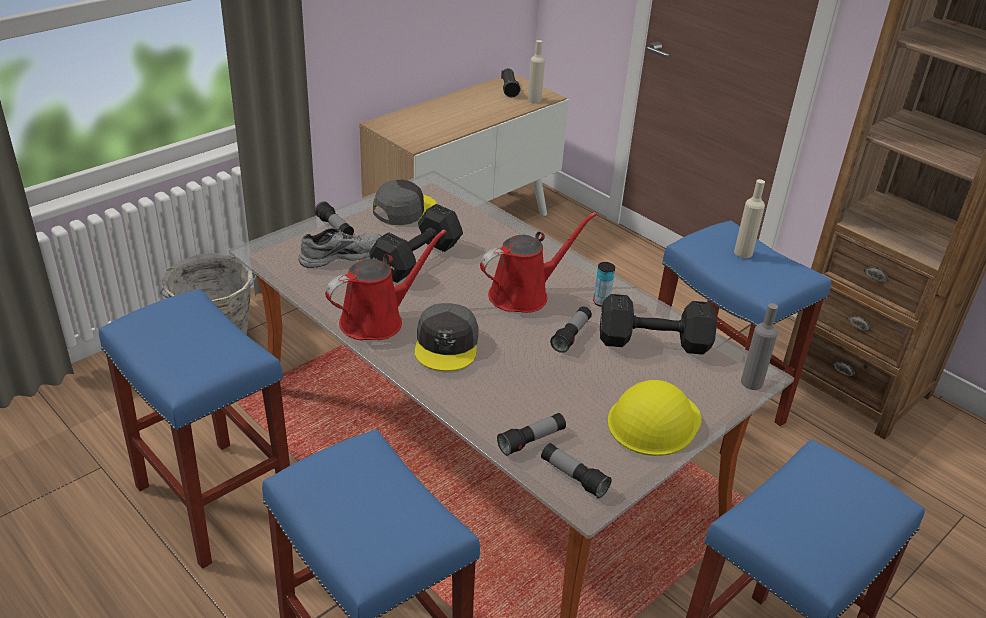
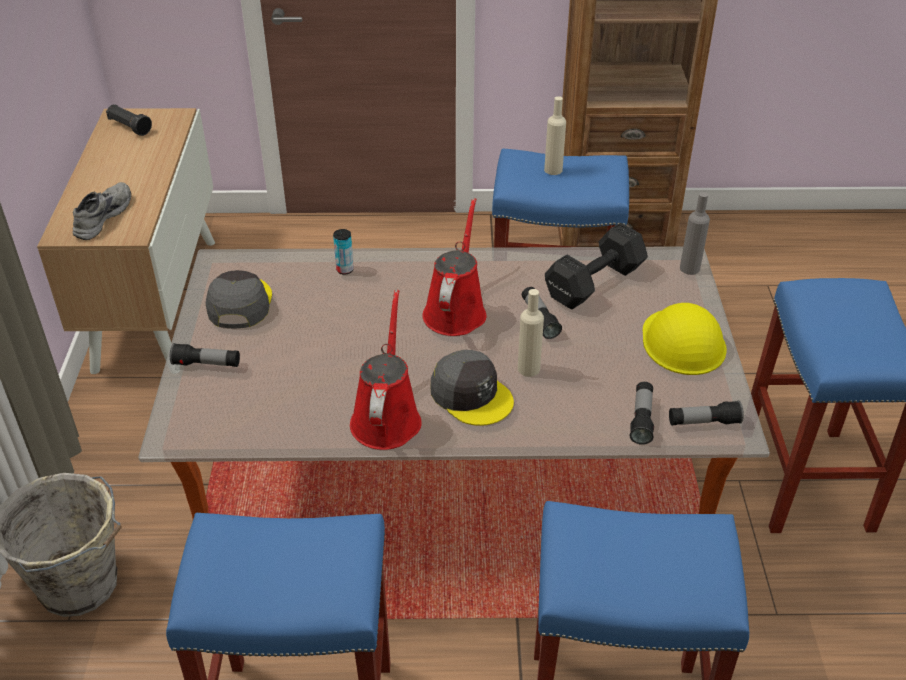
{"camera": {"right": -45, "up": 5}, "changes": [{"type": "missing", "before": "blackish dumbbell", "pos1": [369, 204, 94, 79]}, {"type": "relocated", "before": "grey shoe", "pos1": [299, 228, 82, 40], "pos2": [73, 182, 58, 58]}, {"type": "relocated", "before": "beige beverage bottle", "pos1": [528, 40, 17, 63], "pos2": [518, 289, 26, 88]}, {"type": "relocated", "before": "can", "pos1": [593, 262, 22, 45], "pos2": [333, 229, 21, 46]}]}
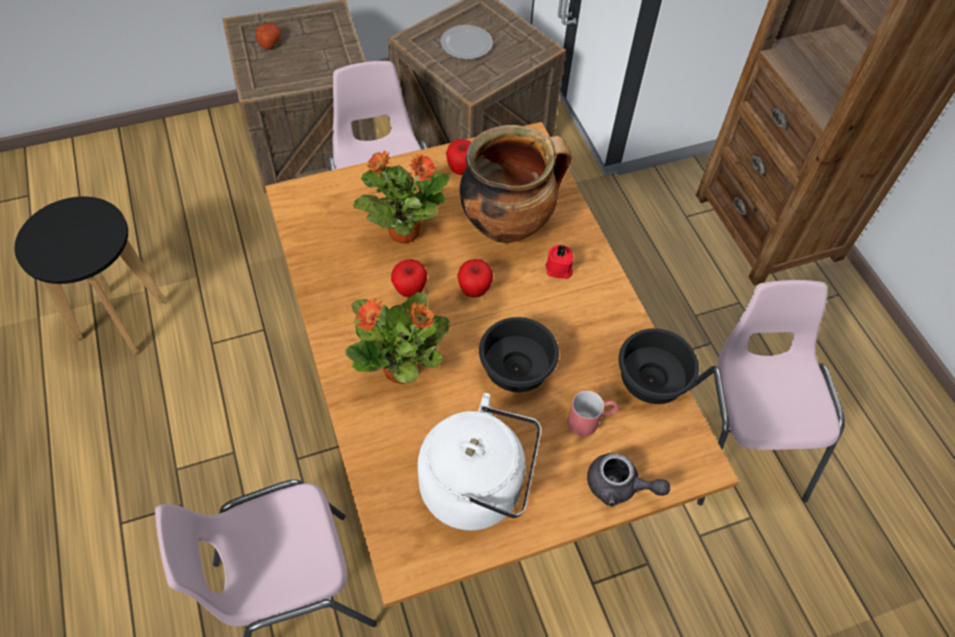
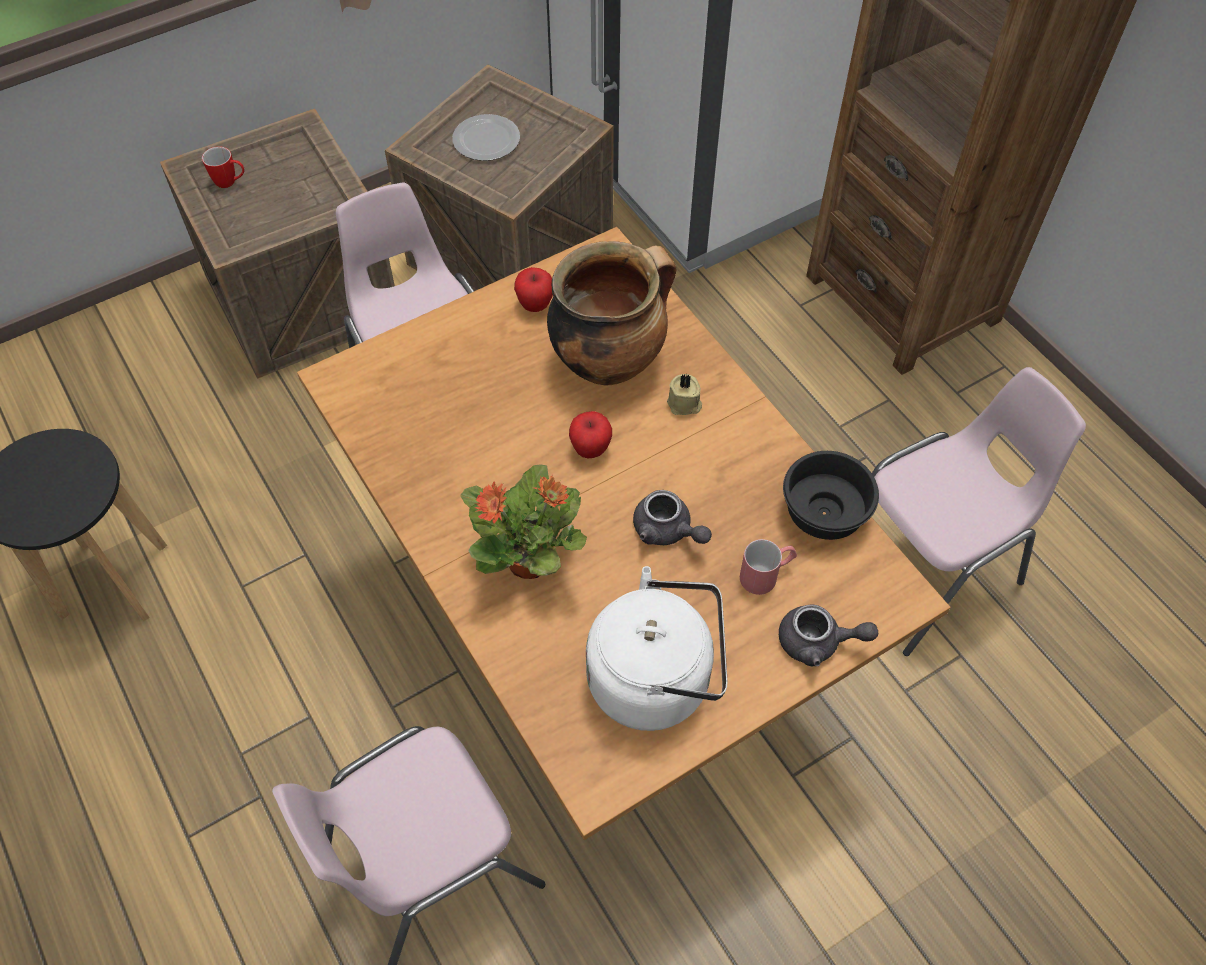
{"camera": {"right": -10, "up": 0}, "changes": [{"type": "missing", "before": "plant in a pot", "pos1": [353, 151, 96, 93]}, {"type": "missing", "before": "apple", "pos1": [391, 259, 36, 39]}, {"type": "exchanged", "before": "potato", "after": "mug", "pos1": [256, 23, 25, 26], "pos2": [202, 146, 43, 42]}, {"type": "exchanged", "before": "blackish bowl", "after": "grey tea pot", "pos1": [479, 317, 80, 75], "pos2": [633, 490, 79, 55]}, {"type": "colour", "before": "red wax light", "after": "beige wax light", "pos1": [545, 245, 28, 34], "pos2": [667, 374, 35, 41]}, {"type": "spun", "before": "pink chair", "pos1": [689, 280, 156, 225], "pos2": [872, 367, 214, 289], "turn": 75}]}
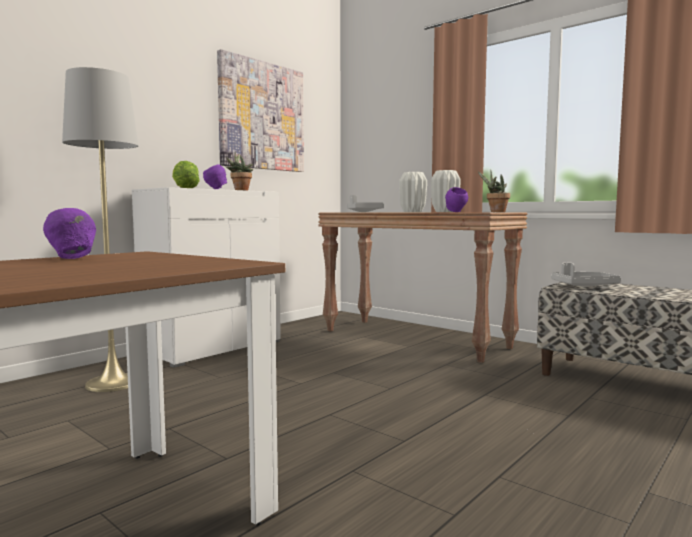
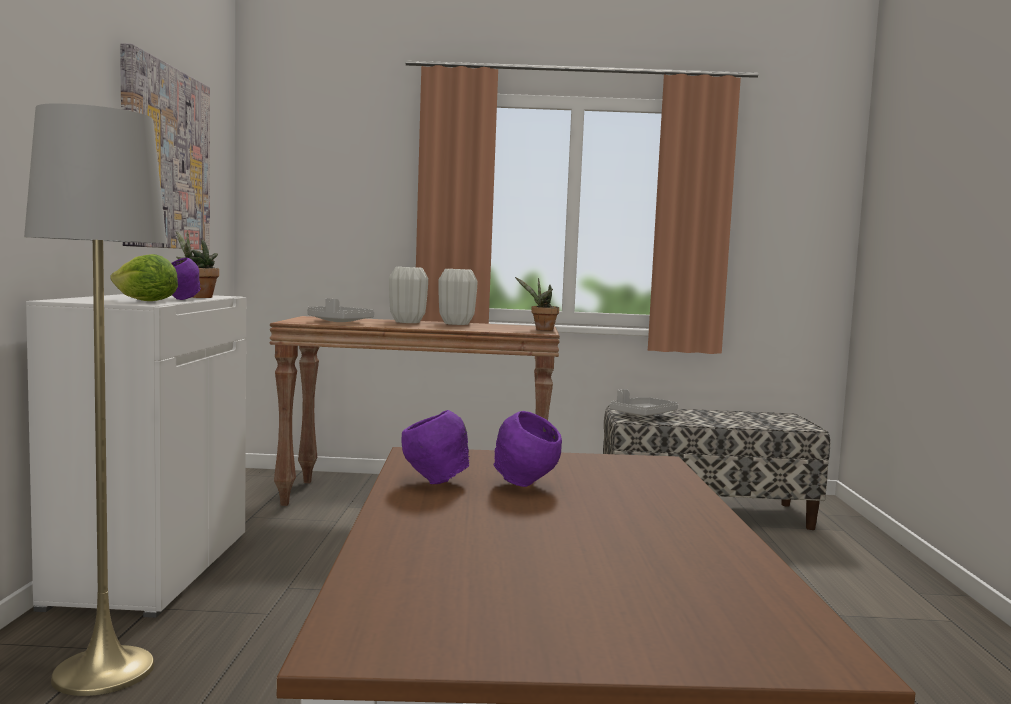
{"camera": {"right": -40, "up": 0}, "changes": [{"type": "relocated", "before": "purple-coloured bowl", "pos1": [445, 187, 23, 25], "pos2": [494, 411, 68, 76]}]}
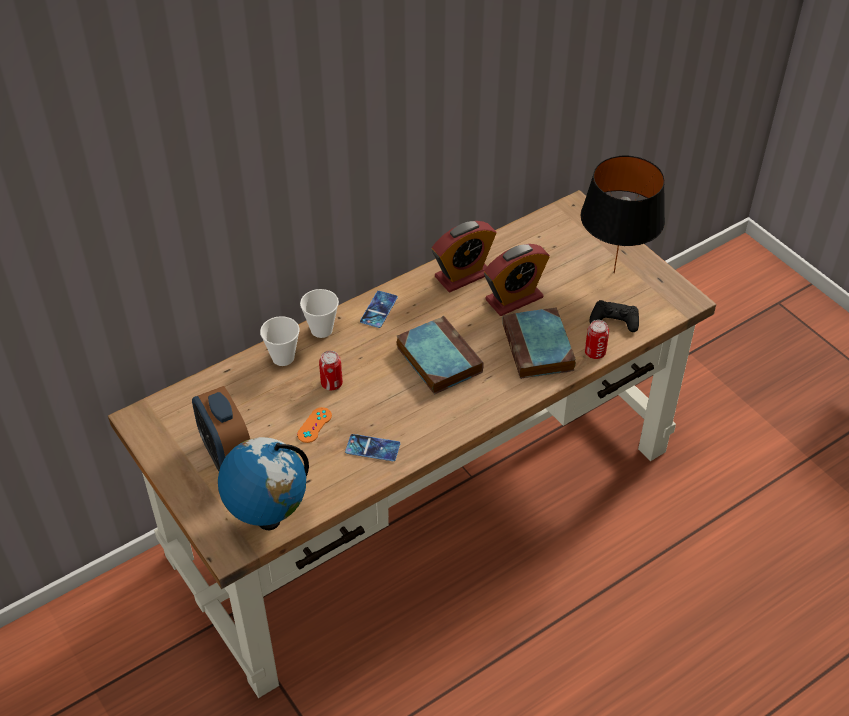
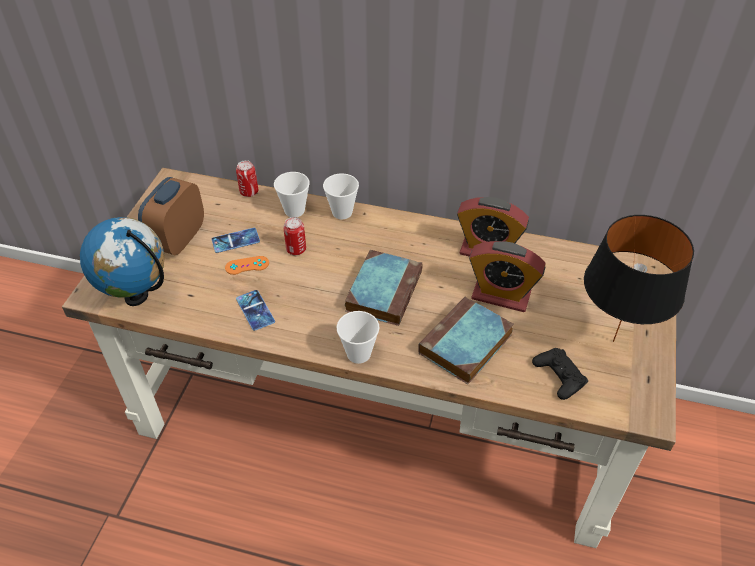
{"camera": {"right": 50, "up": 0}, "changes": [{"type": "appeared", "after": "drinking cup", "pos2": [337, 311, 42, 53]}, {"type": "relocated", "before": "telephone", "pos1": [360, 291, 38, 37], "pos2": [212, 228, 48, 25]}, {"type": "relocated", "before": "can", "pos1": [585, 320, 24, 39], "pos2": [236, 160, 22, 37]}]}
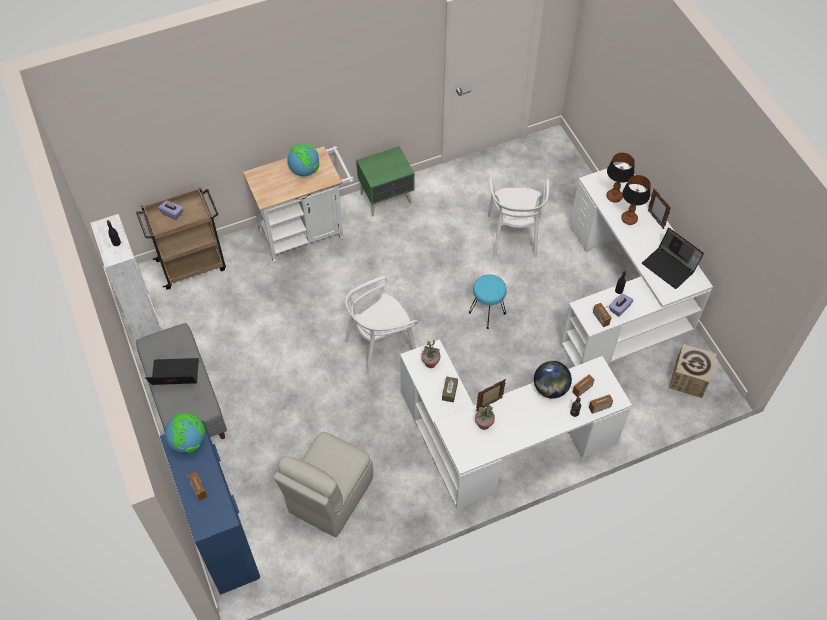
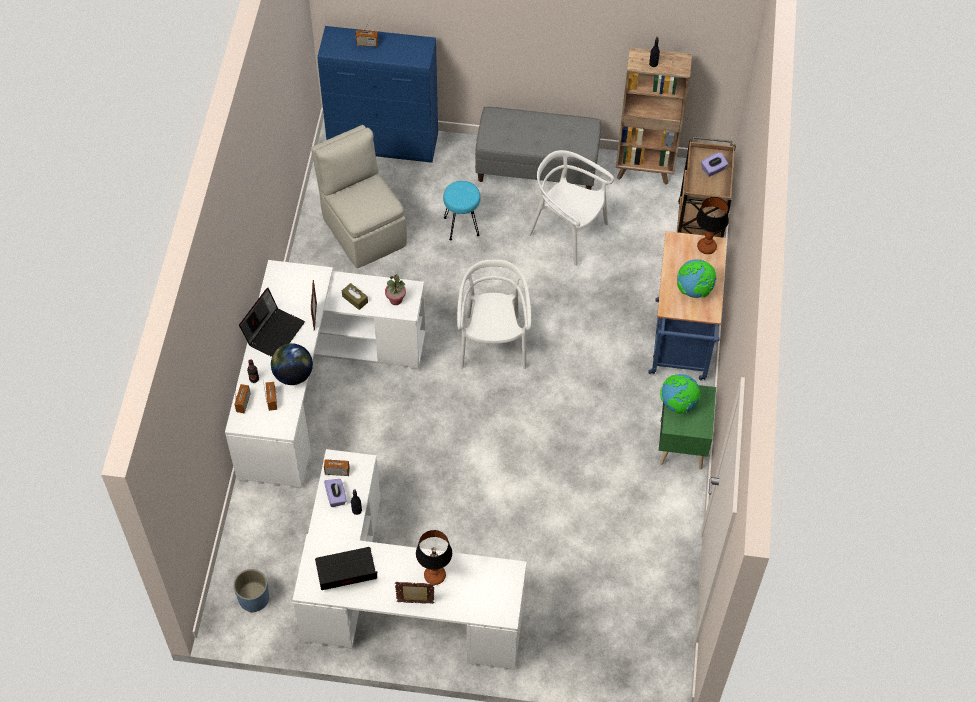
{"camera": {"right": 120, "up": 0}, "changes": [{"type": "missing", "before": "plant in a pot", "pos1": [475, 404, 20, 26]}, {"type": "relocated", "before": "notebook computer", "pos1": [145, 358, 54, 27], "pos2": [239, 288, 66, 69]}, {"type": "relocated", "before": "world globe", "pos1": [165, 413, 40, 40], "pos2": [660, 374, 41, 40]}, {"type": "relocated", "before": "blue-green sitting stool", "pos1": [469, 275, 38, 54], "pos2": [443, 181, 37, 59]}, {"type": "relocated", "before": "white-coloured chair", "pos1": [488, 177, 62, 80], "pos2": [528, 150, 86, 116]}, {"type": "relocated", "before": "lamp for a table", "pos1": [606, 153, 29, 50], "pos2": [696, 197, 33, 57]}, {"type": "exchanged", "before": "packing box", "after": "bluish planter", "pos1": [669, 344, 48, 54], "pos2": [233, 569, 36, 43]}, {"type": "colour", "before": "white-coloured bookshelf", "after": "brown-coloured bookshelf", "pos1": [90, 214, 72, 126], "pos2": [616, 48, 76, 137]}, {"type": "colour", "before": "white-coloured wheeled cart", "after": "bluish wheeled cart", "pos1": [243, 146, 111, 117], "pos2": [648, 231, 79, 150]}]}
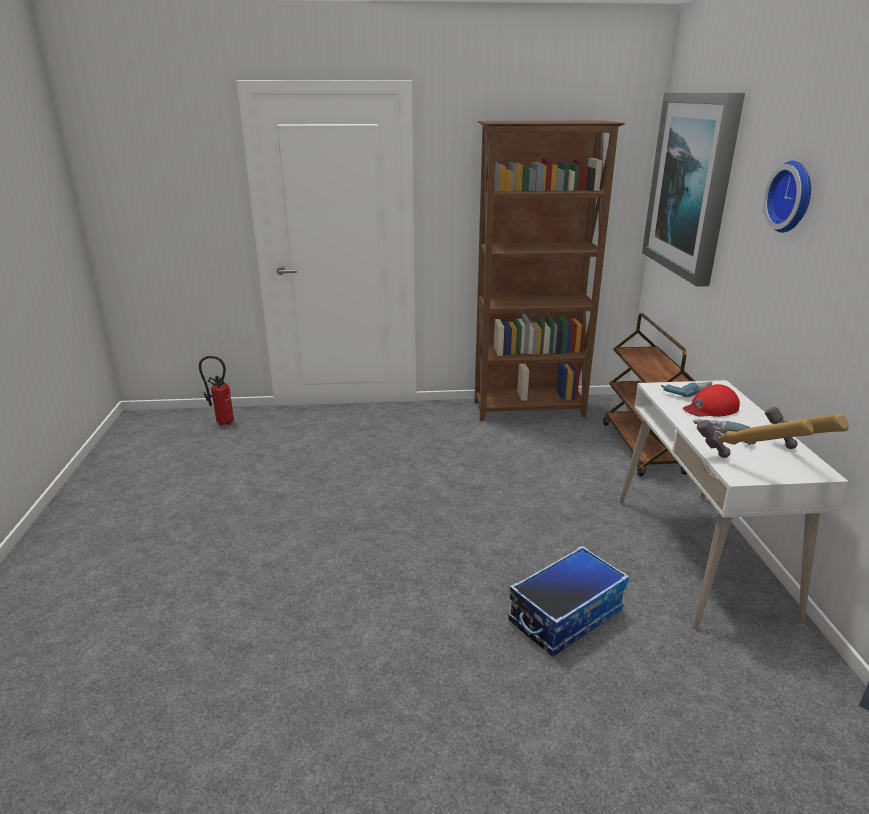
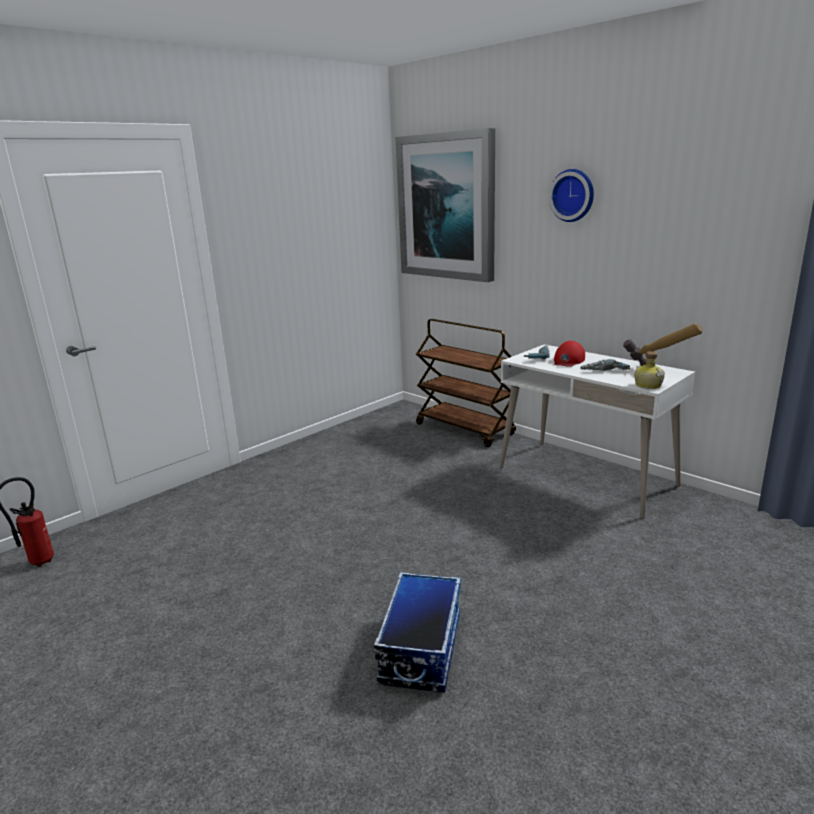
{"camera": {"right": -40, "up": -5}, "changes": [{"type": "missing", "before": "brown-coloured bookshelf", "pos1": [474, 121, 151, 300]}, {"type": "relocated", "before": "storage box", "pos1": [508, 546, 122, 111], "pos2": [374, 572, 87, 121]}, {"type": "exchanged", "before": "tool hammer", "after": "beverage bottle", "pos1": [697, 419, 117, 39], "pos2": [634, 351, 31, 38]}]}
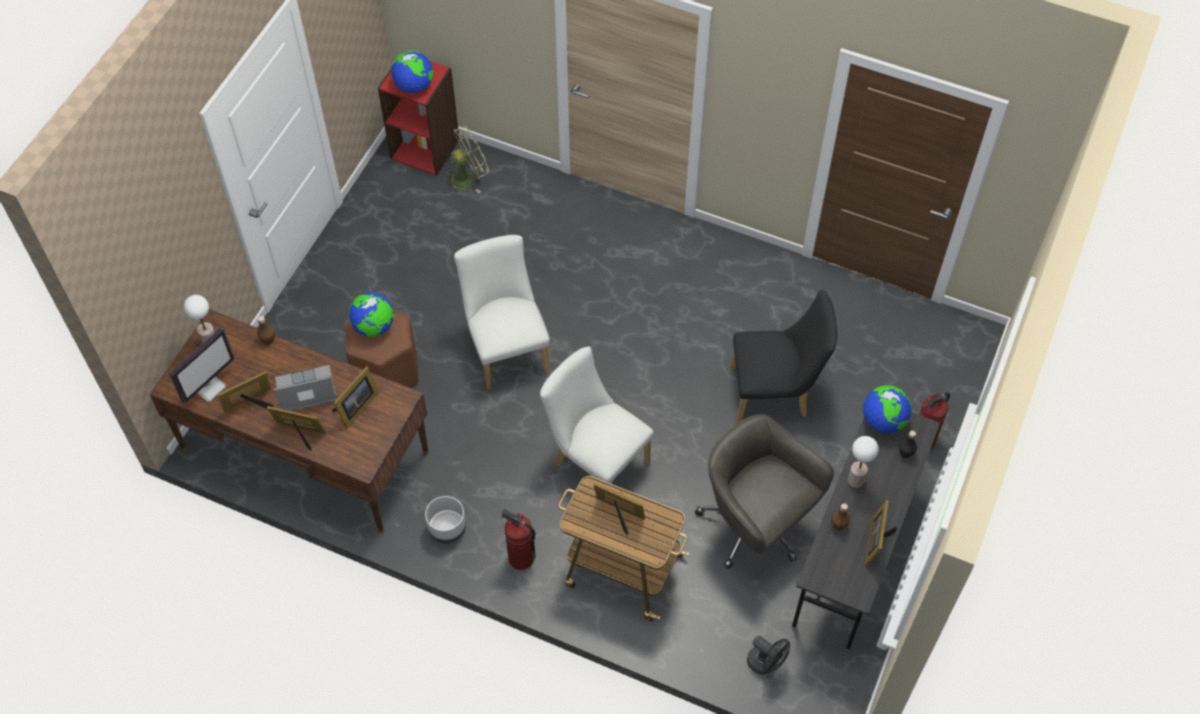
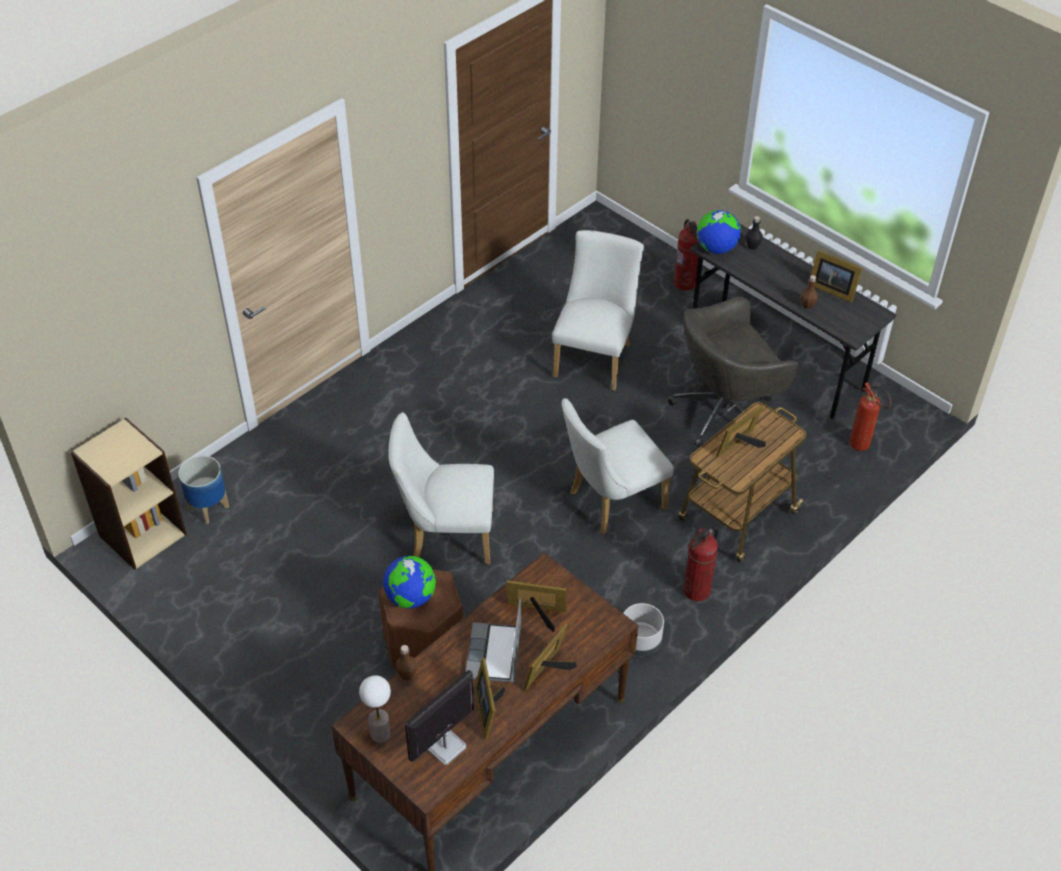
{"camera": {"right": -70, "up": -10}, "changes": [{"type": "missing", "before": "world globe", "pos1": [391, 51, 42, 42]}, {"type": "missing", "before": "lamp for a table", "pos1": [848, 436, 31, 52]}, {"type": "exchanged", "before": "green electric fan", "after": "planter", "pos1": [442, 126, 47, 67], "pos2": [178, 455, 51, 69]}, {"type": "exchanged", "before": "blackish electric fan", "after": "extinguisher", "pos1": [747, 636, 43, 38], "pos2": [850, 382, 41, 69]}, {"type": "colour", "before": "red bookshelf", "after": "beige bookshelf", "pos1": [378, 52, 82, 124], "pos2": [71, 418, 115, 152]}, {"type": "colour", "before": "blackish chair", "after": "white-coloured chair", "pos1": [731, 290, 107, 132], "pos2": [552, 230, 92, 161]}, {"type": "spun", "before": "computer display", "pos1": [169, 328, 66, 75], "pos2": [405, 670, 69, 95], "turn": -105}, {"type": "spun", "before": "standing frame", "pos1": [332, 366, 47, 63], "pos2": [507, 580, 59, 52], "turn": -45}]}
